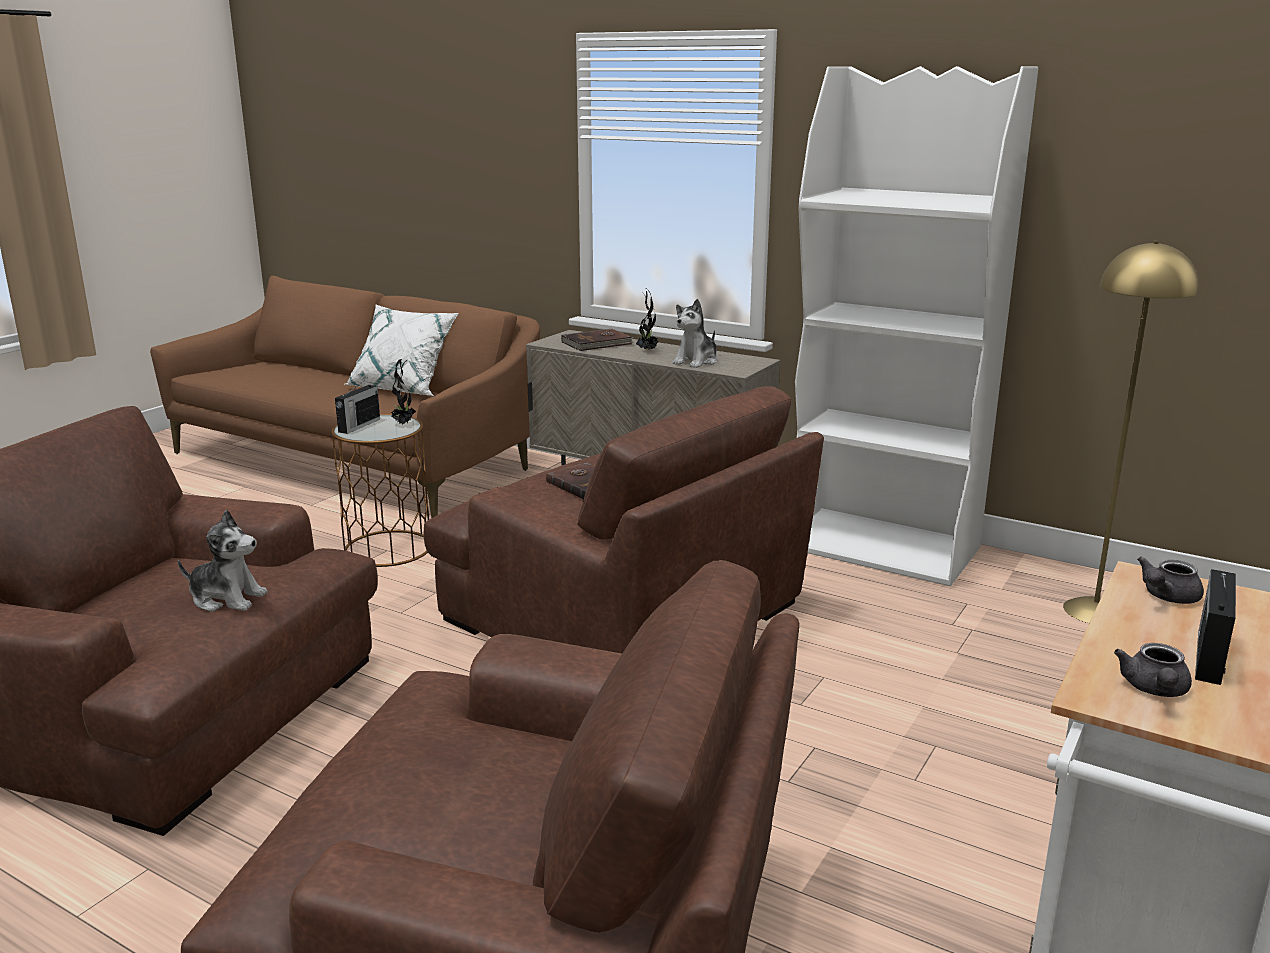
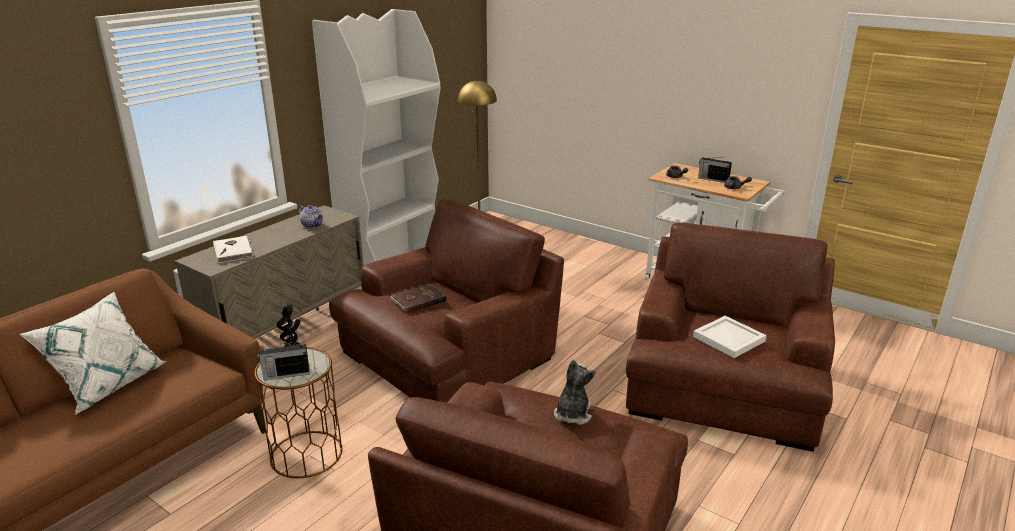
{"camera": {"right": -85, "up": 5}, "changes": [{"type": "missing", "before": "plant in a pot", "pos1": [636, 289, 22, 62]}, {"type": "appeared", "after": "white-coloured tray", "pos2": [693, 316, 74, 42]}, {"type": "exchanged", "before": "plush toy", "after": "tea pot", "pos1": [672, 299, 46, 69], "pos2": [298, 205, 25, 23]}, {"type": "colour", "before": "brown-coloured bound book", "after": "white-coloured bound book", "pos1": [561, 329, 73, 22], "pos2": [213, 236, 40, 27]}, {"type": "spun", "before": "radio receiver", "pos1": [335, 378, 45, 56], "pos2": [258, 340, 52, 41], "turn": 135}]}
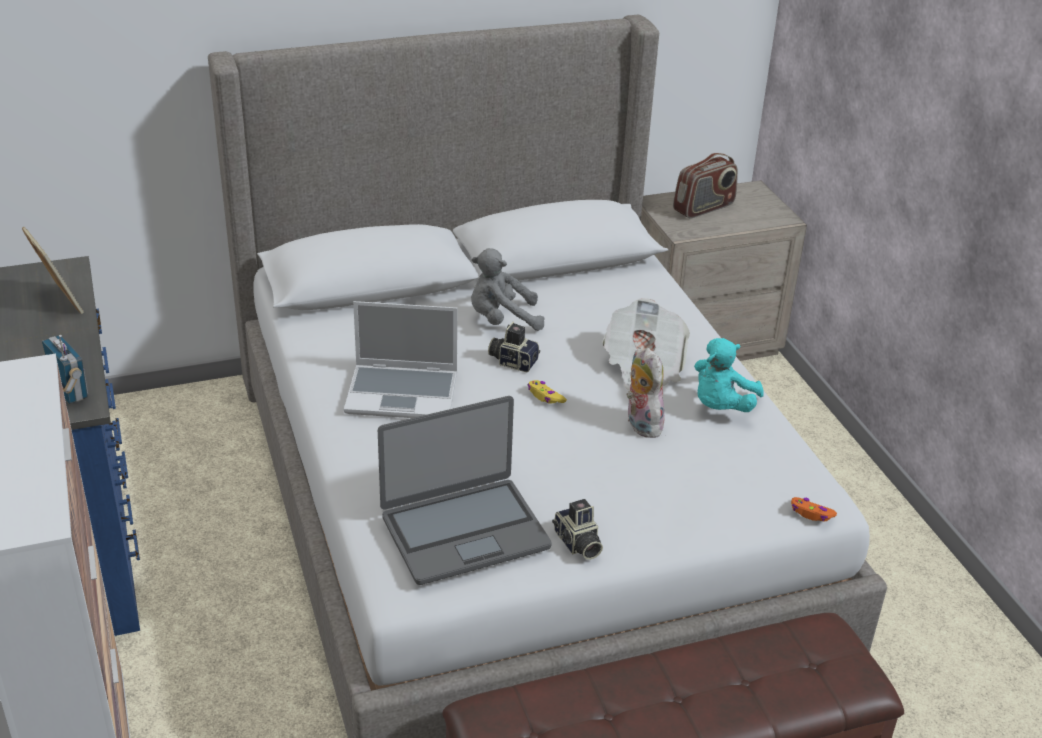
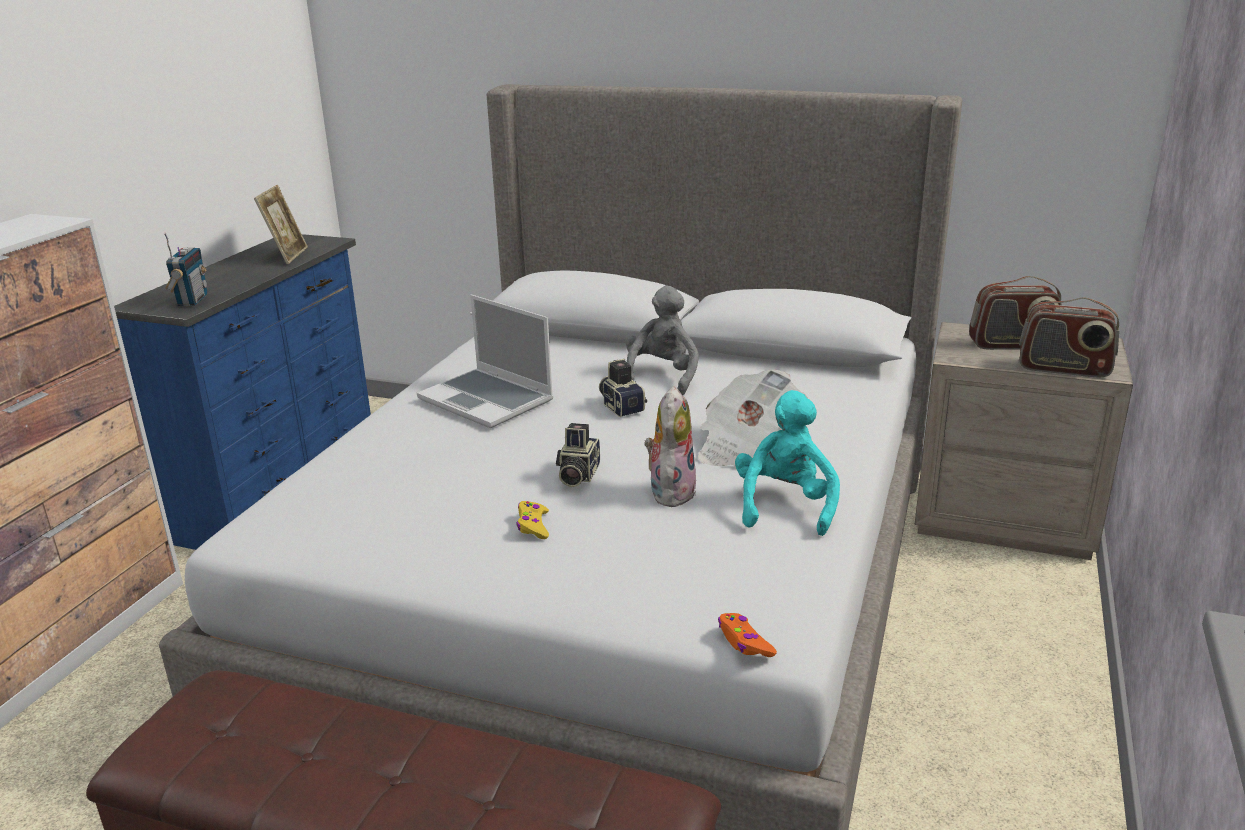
{"camera": {"right": 40, "up": -10}, "changes": [{"type": "missing", "before": "notebook computer", "pos1": [378, 396, 174, 189]}, {"type": "appeared", "after": "radio receiver", "pos2": [1019, 298, 100, 79]}, {"type": "relocated", "before": "yellow game controller", "pos1": [528, 380, 39, 24], "pos2": [516, 501, 33, 38]}, {"type": "relocated", "before": "photo camera", "pos1": [552, 499, 51, 61], "pos2": [556, 423, 44, 64]}, {"type": "spun", "before": "grey plush toy", "pos1": [471, 248, 74, 83], "pos2": [626, 286, 73, 109], "turn": 75}, {"type": "spun", "before": "blue-green plush toy", "pos1": [694, 338, 70, 74], "pos2": [735, 390, 105, 146], "turn": 120}]}
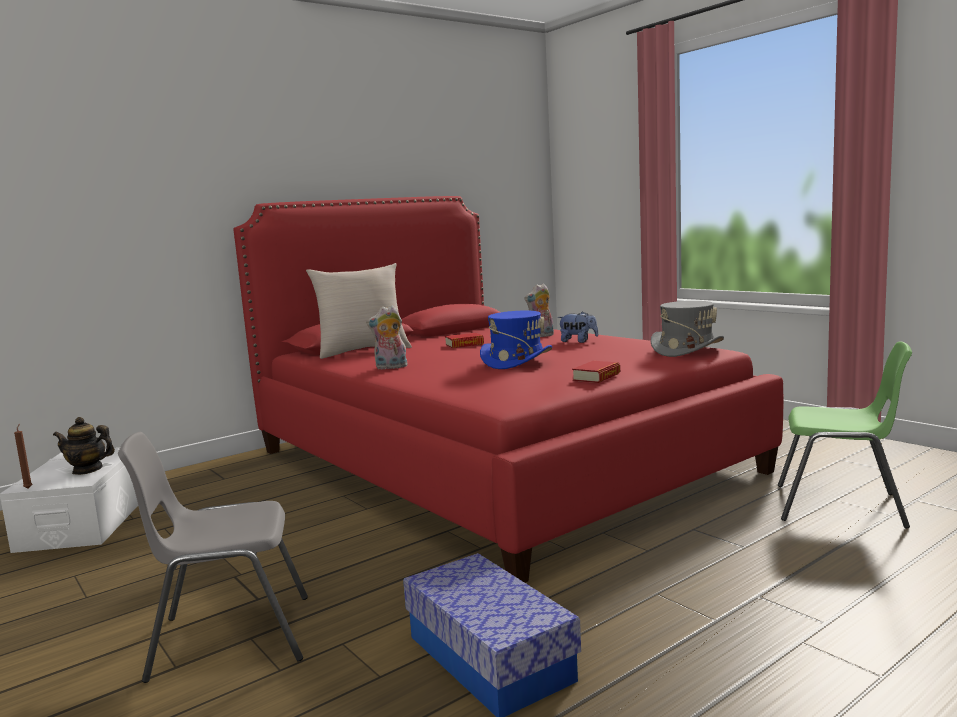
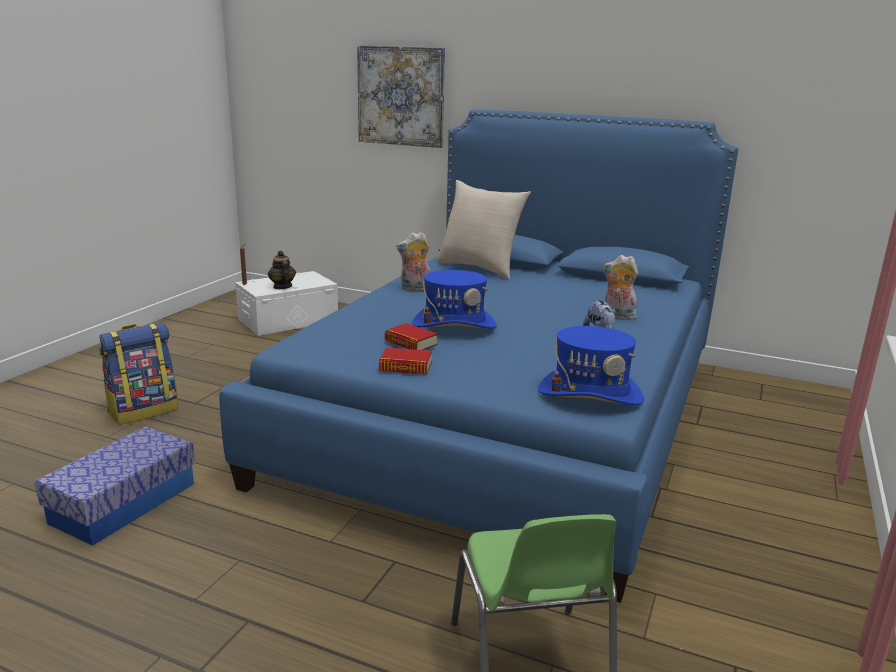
{"camera": {"right": 60, "up": 10}, "changes": [{"type": "appeared", "after": "wall art", "pos2": [357, 45, 88, 103]}, {"type": "relocated", "before": "bound book", "pos1": [445, 333, 39, 15], "pos2": [385, 323, 53, 27]}, {"type": "exchanged", "before": "grey chair", "after": "rucksack", "pos1": [118, 432, 190, 251], "pos2": [99, 323, 79, 102]}, {"type": "colour", "before": "red bedroom bed", "after": "bluish bedroom bed", "pos1": [234, 196, 549, 387], "pos2": [219, 110, 519, 493]}, {"type": "colour", "before": "grey clothing hat", "after": "bluish clothing hat", "pos1": [651, 301, 73, 56], "pos2": [538, 326, 106, 79]}, {"type": "spun", "before": "plush toy", "pos1": [366, 306, 42, 64], "pos2": [396, 232, 34, 59], "turn": -60}]}
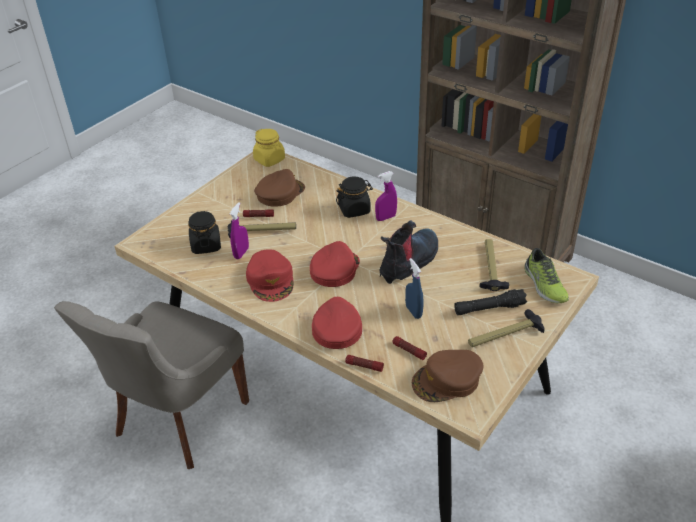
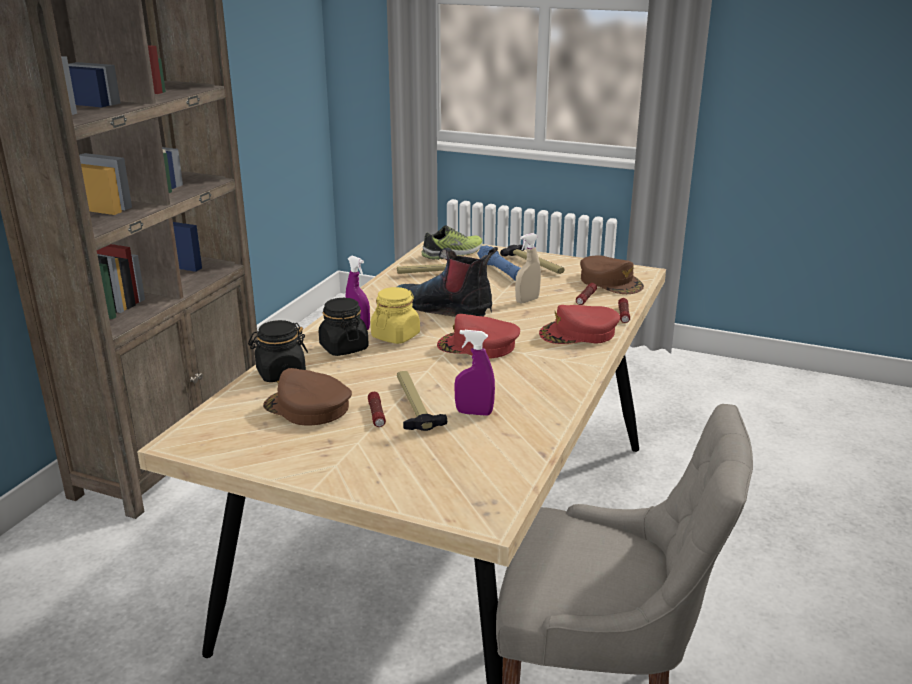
{"camera": {"right": -105, "up": -15}, "changes": [{"type": "missing", "before": "red baseball cap", "pos1": [246, 249, 48, 53]}, {"type": "relocated", "before": "blackish preserve jar", "pos1": [188, 211, 33, 43], "pos2": [248, 320, 60, 62]}, {"type": "relocated", "before": "yellow preserve jar", "pos1": [253, 129, 32, 38], "pos2": [371, 287, 49, 57]}, {"type": "colour", "before": "bluish sprayer", "after": "beige sprayer", "pos1": [405, 258, 18, 61], "pos2": [515, 233, 26, 70]}, {"type": "colour", "before": "blackish torch", "after": "bluish torch", "pos1": [454, 289, 73, 26], "pos2": [477, 245, 44, 36]}]}
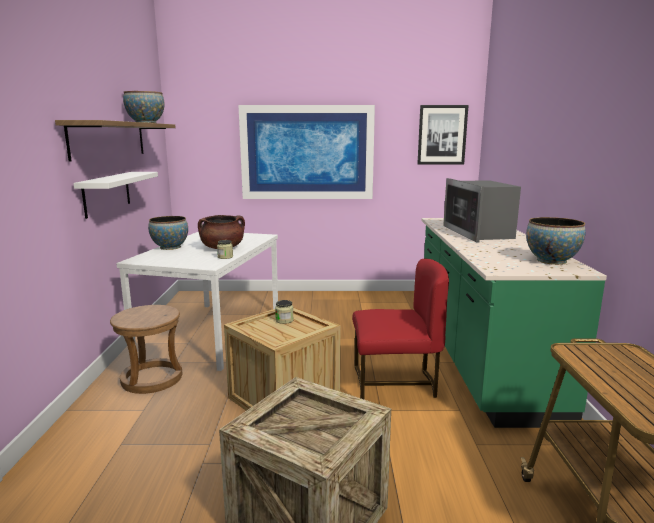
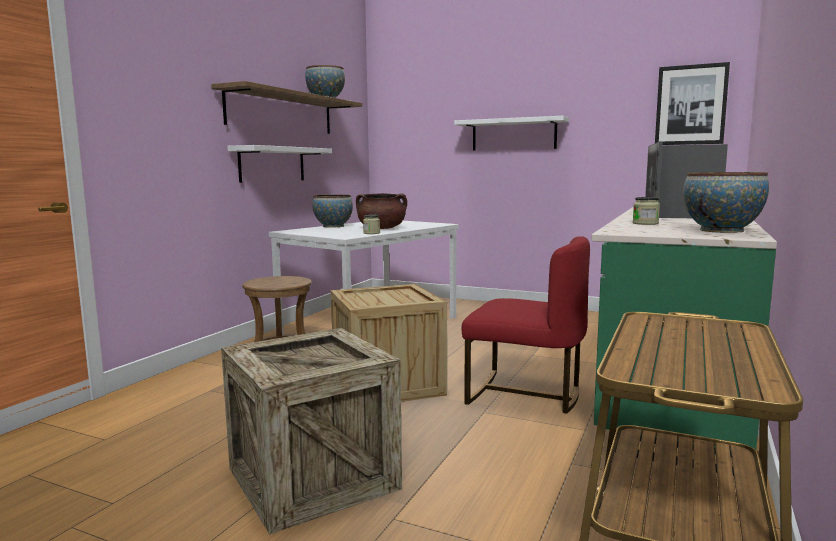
{"camera": {"right": 25, "up": -5}, "changes": [{"type": "relocated", "before": "preserve jar", "pos1": [275, 300, 18, 24], "pos2": [633, 197, 27, 28]}, {"type": "exchanged", "before": "wall art", "after": "white-coloured wall shelf", "pos1": [238, 105, 137, 94], "pos2": [454, 116, 115, 35]}]}
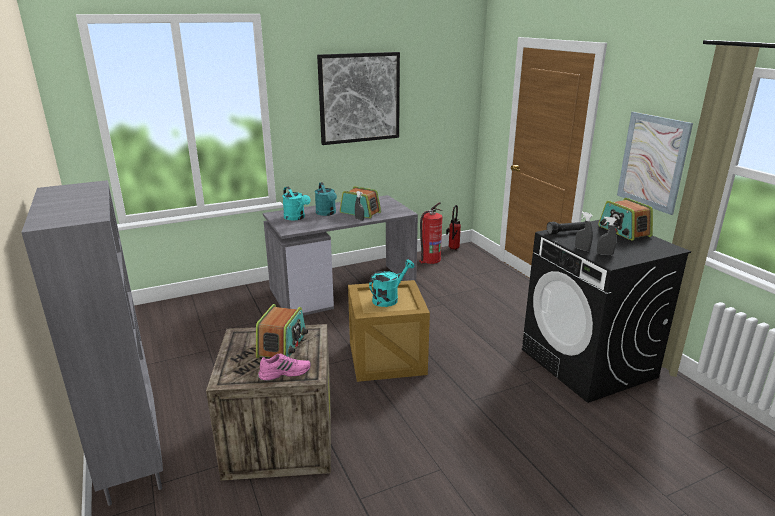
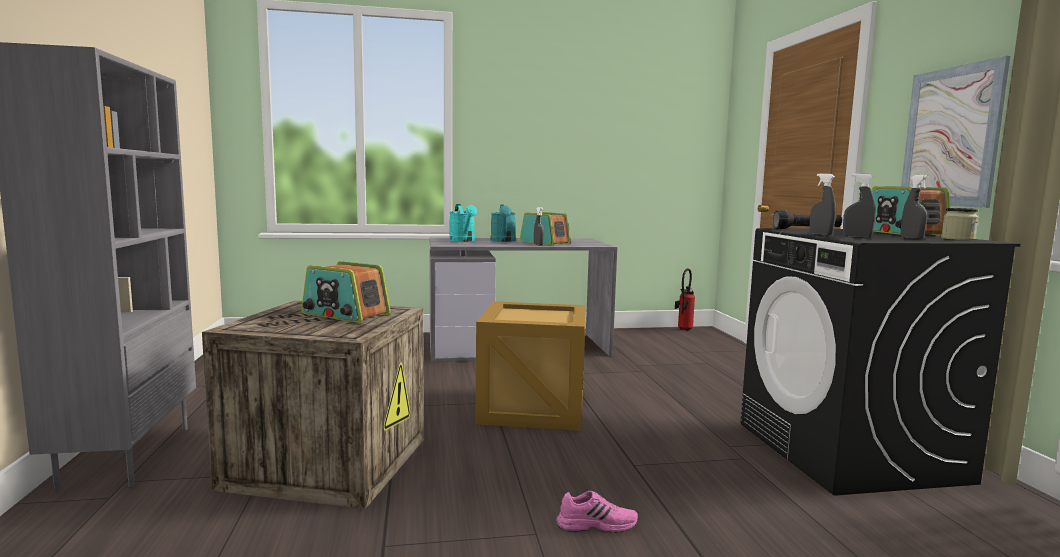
{"camera": {"right": 15, "up": -15}, "changes": [{"type": "missing", "before": "wall art", "pos1": [317, 52, 83, 93]}, {"type": "missing", "before": "blue-green sprinkling can", "pos1": [369, 259, 45, 48]}, {"type": "missing", "before": "extinguisher", "pos1": [420, 202, 22, 62]}, {"type": "appeared", "after": "grey sprayer", "pos2": [901, 175, 28, 64]}, {"type": "appeared", "after": "preserve jar", "pos2": [941, 208, 38, 32]}, {"type": "relocated", "before": "pink shoe", "pos1": [258, 353, 53, 28], "pos2": [556, 491, 82, 42]}, {"type": "spun", "before": "radio receiver", "pos1": [256, 304, 52, 54], "pos2": [301, 261, 90, 62], "turn": 90}]}
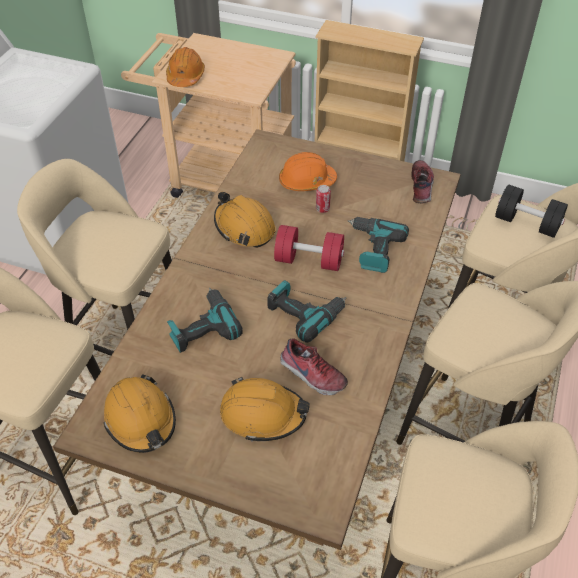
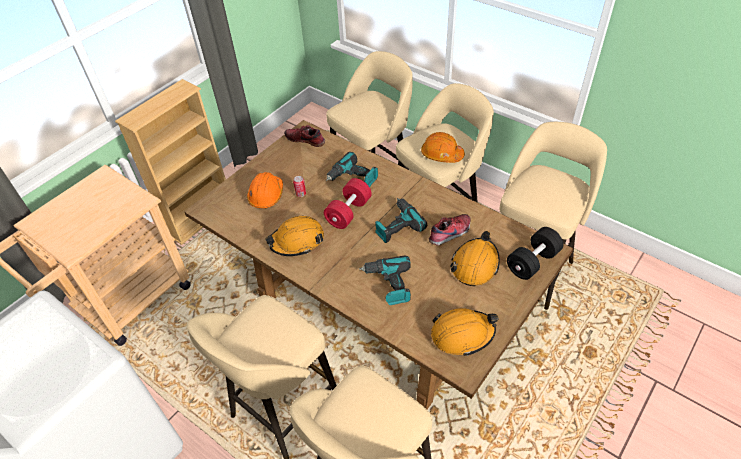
{"camera": {"right": -70, "up": 0}, "changes": [{"type": "relocated", "before": "orange-coloured safety helmet", "pos1": [166, 47, 39, 40], "pos2": [421, 132, 44, 31]}, {"type": "relocated", "before": "blackish dumbbell", "pos1": [495, 184, 73, 54], "pos2": [507, 227, 56, 53]}]}
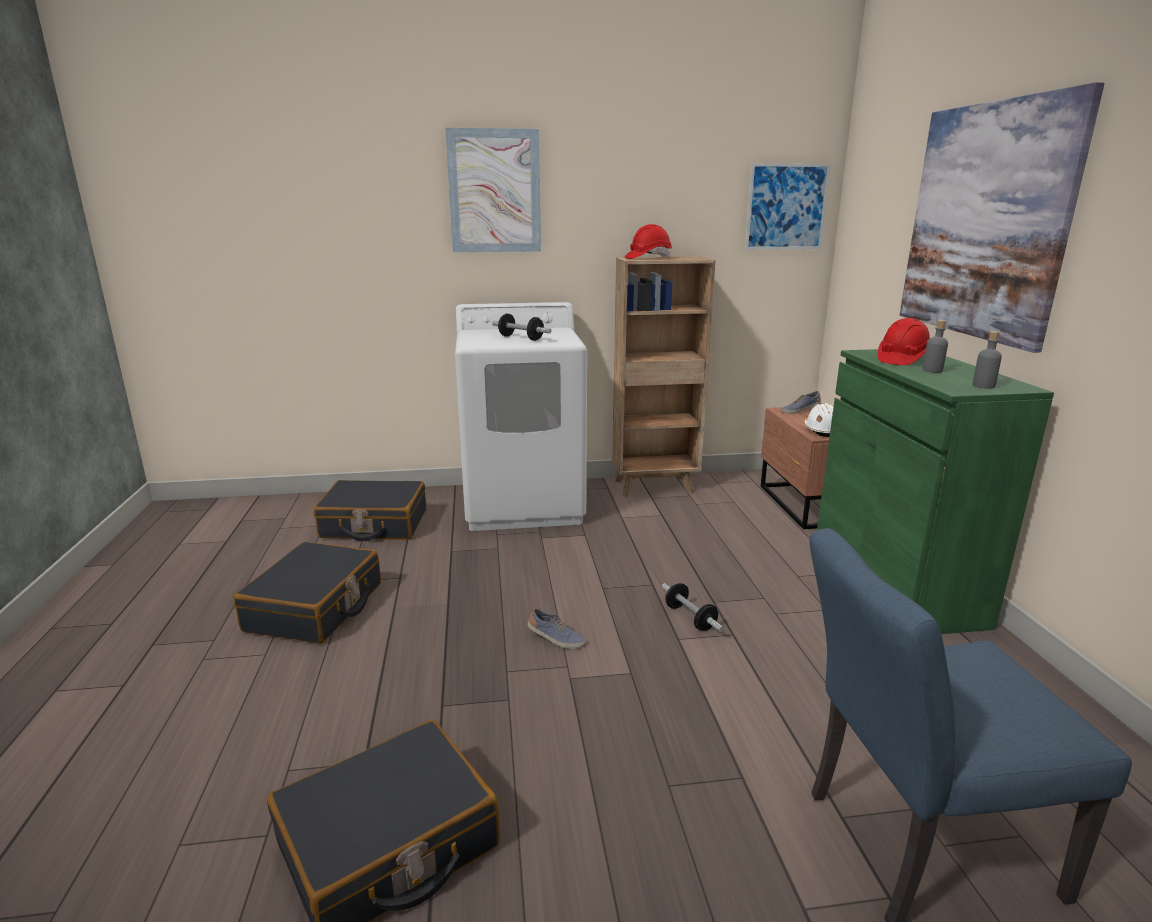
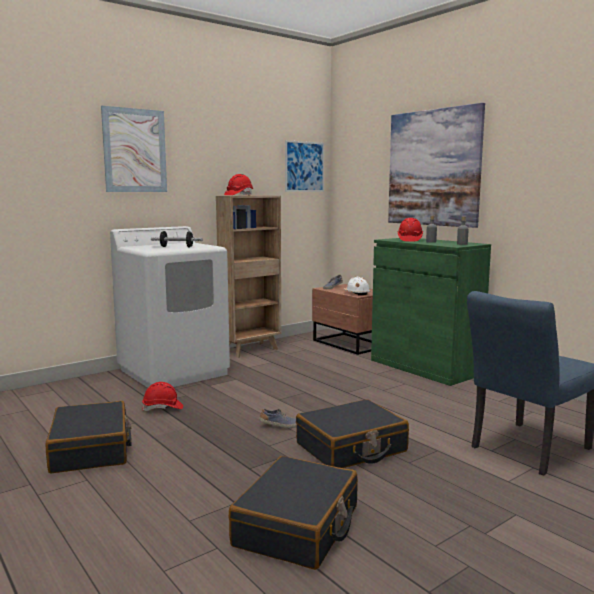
{"camera": {"right": -30, "up": -10}, "changes": [{"type": "missing", "before": "dumbbell", "pos1": [662, 583, 62, 49]}, {"type": "appeared", "after": "red safety helmet", "pos2": [142, 382, 41, 29]}, {"type": "relocated", "before": "blackish suitcase", "pos1": [313, 480, 113, 61], "pos2": [296, 399, 113, 69]}]}
